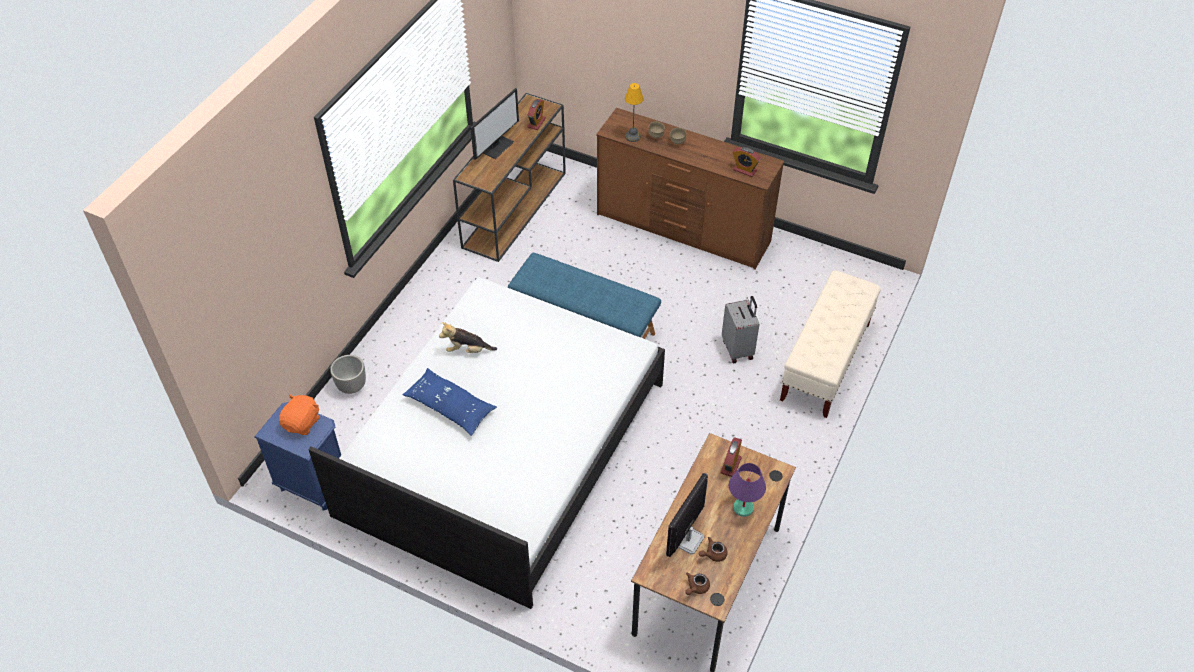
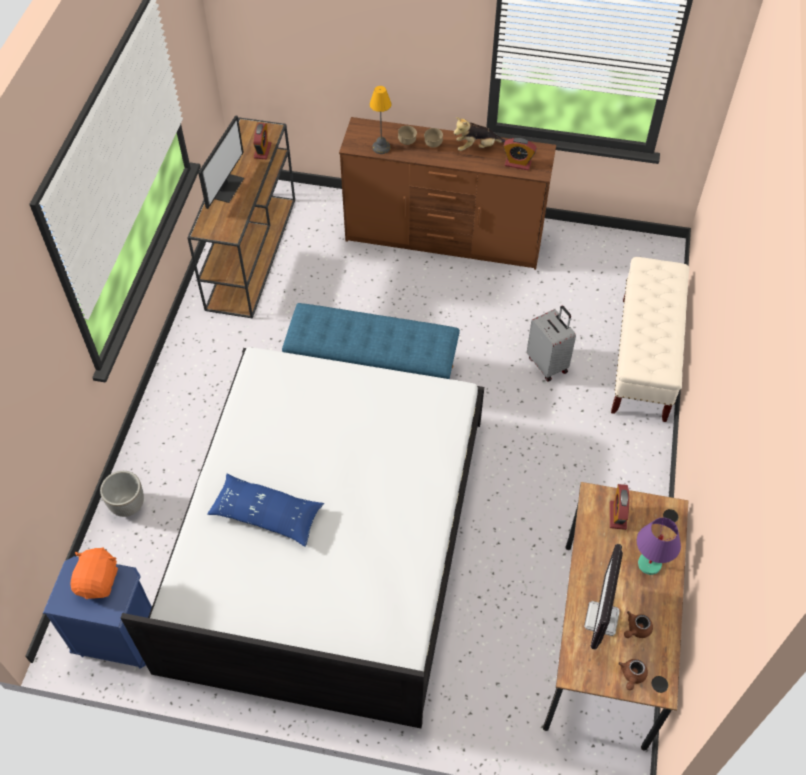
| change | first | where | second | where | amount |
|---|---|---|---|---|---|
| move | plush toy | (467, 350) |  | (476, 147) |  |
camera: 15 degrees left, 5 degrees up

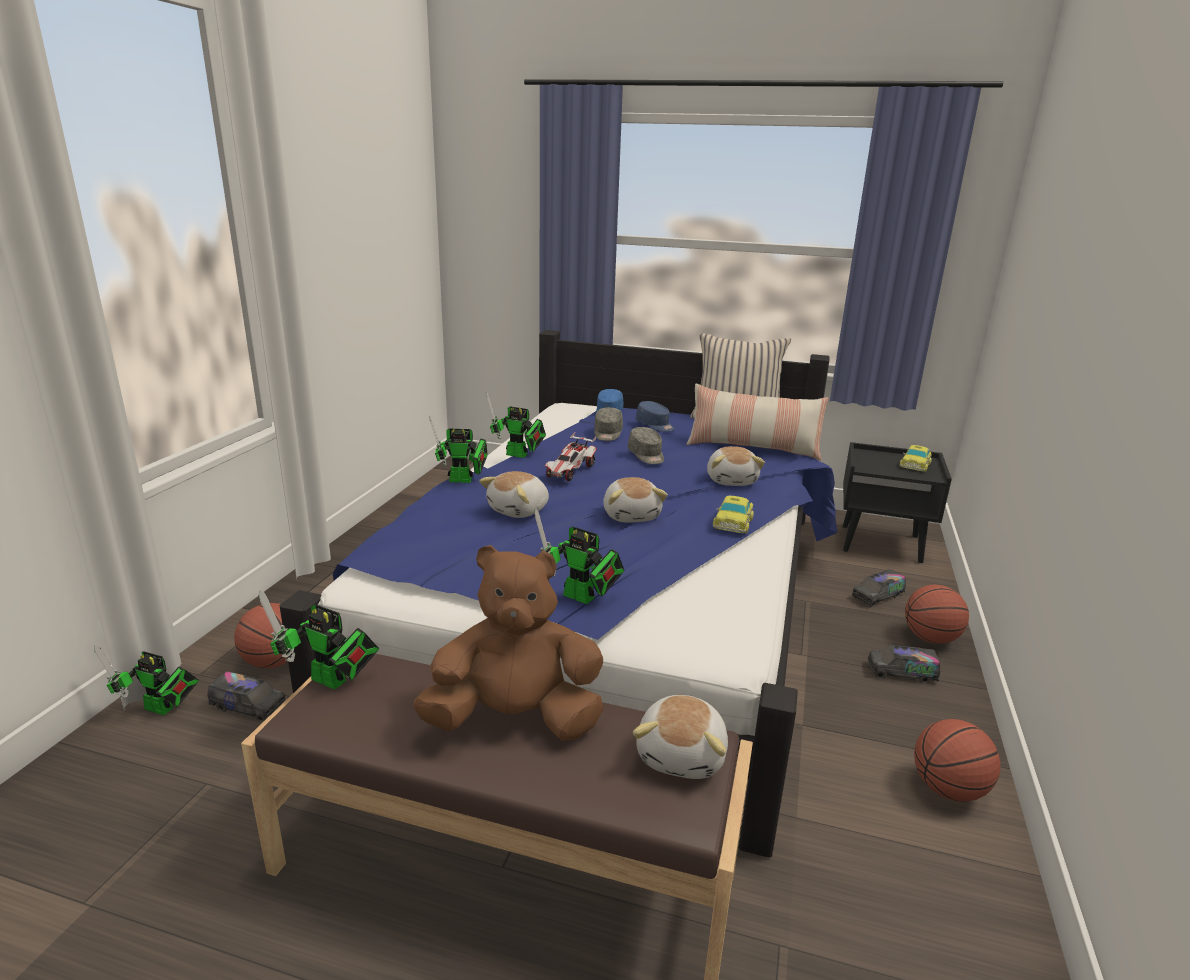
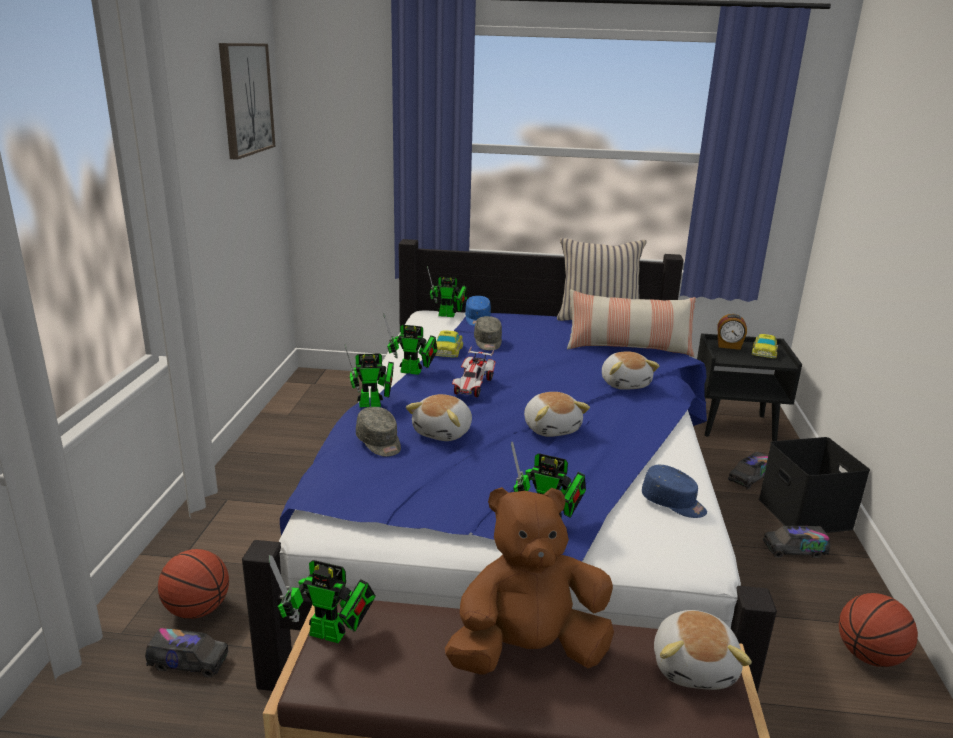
| change | first | where | second | where | amount |
|---|---|---|---|---|---|
| move | toy robot | (162, 709) |  | (449, 315) |  |
| move | cap (gray) | (646, 455) |  | (379, 443) |  |
| move | cap (blue-coloured) | (655, 425) |  | (673, 503) |  |
| move | miniature car | (733, 522) |  | (448, 350) |  |
| replace | basketball ball | (930, 638) | storage box (black) | (807, 514) |  |
| insert |  |  | wall art | (245, 99) |  |
| insert |  |  | alarm clock | (729, 346) |  |
camera: 10 degrees left, 0 degrees up

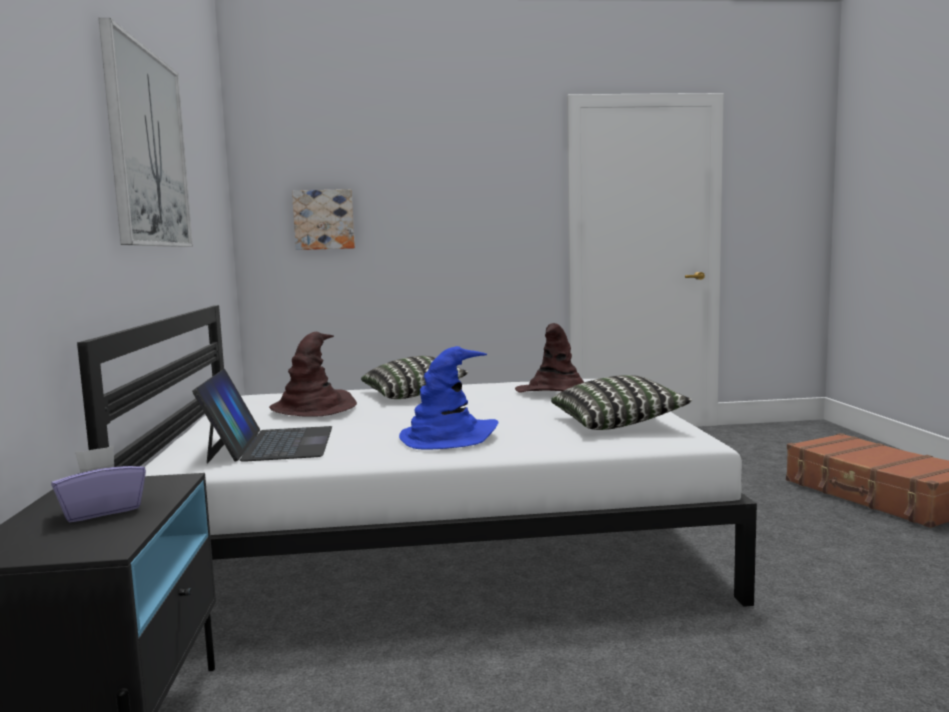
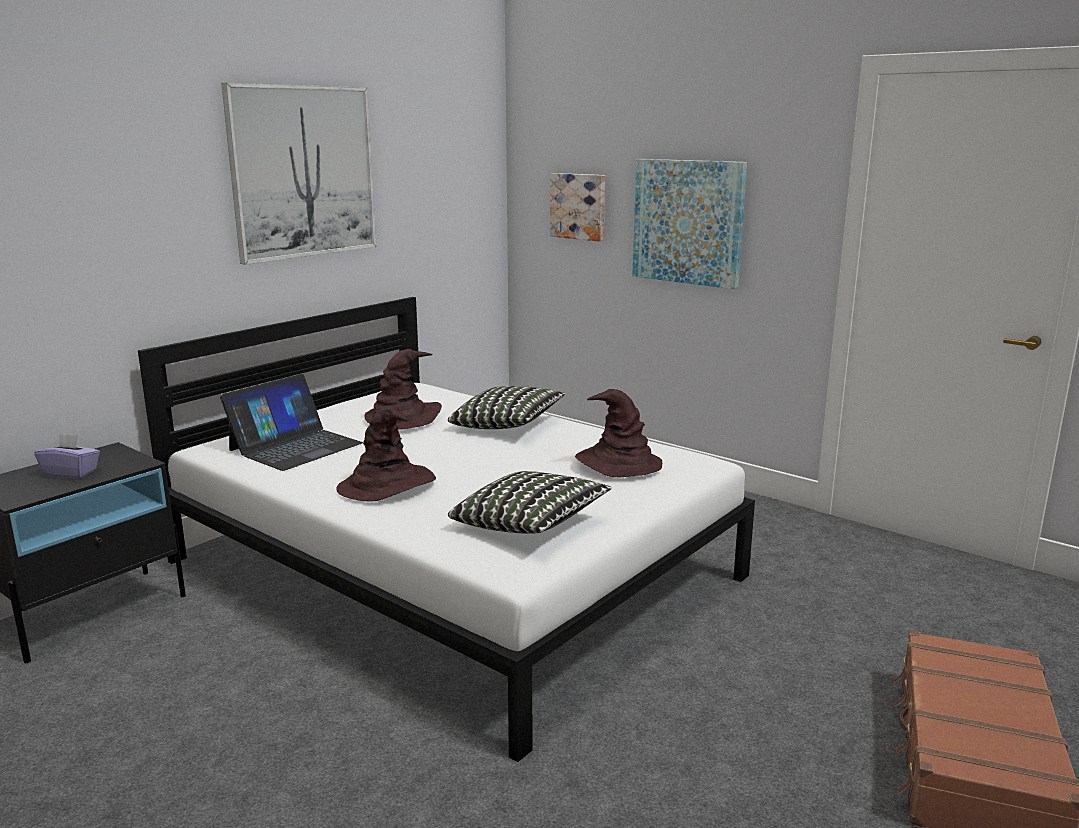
| change | first | where | second | where | amount |
|---|---|---|---|---|---|
| recolor | hat (blue-coloured) | (448, 437) | hat (brown) | (387, 485) |  |
| insert |  |  | wall art | (688, 222) |  |
camera: 45 degrees right, 10 degrees up

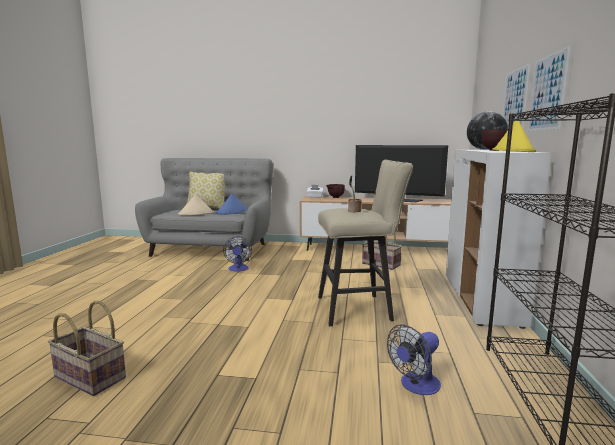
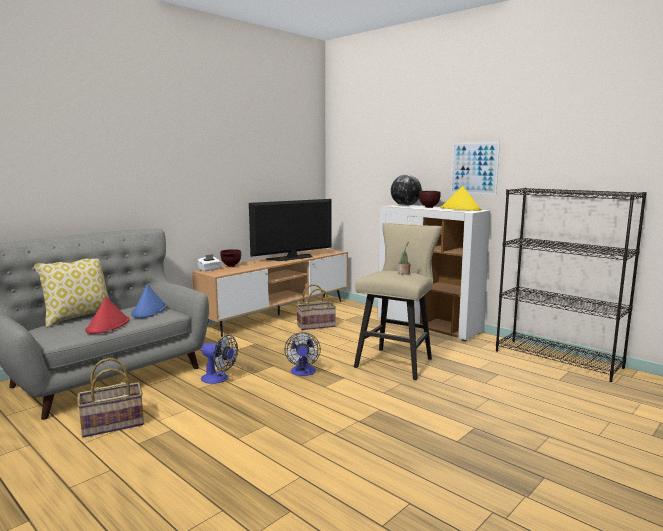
| change | first | where | second | where | amount |
|---|---|---|---|---|---|
| move | basket | (88, 377) |  | (112, 425) |  |
| recolor | hat (sand-coloured) | (196, 214) | hat (red) | (108, 326) |  |
| move | electric fan | (415, 386) |  | (303, 372) |  |
| delete | wall art | (514, 100) |  |  |  |
camera: 55 degrees left, 0 degrees up

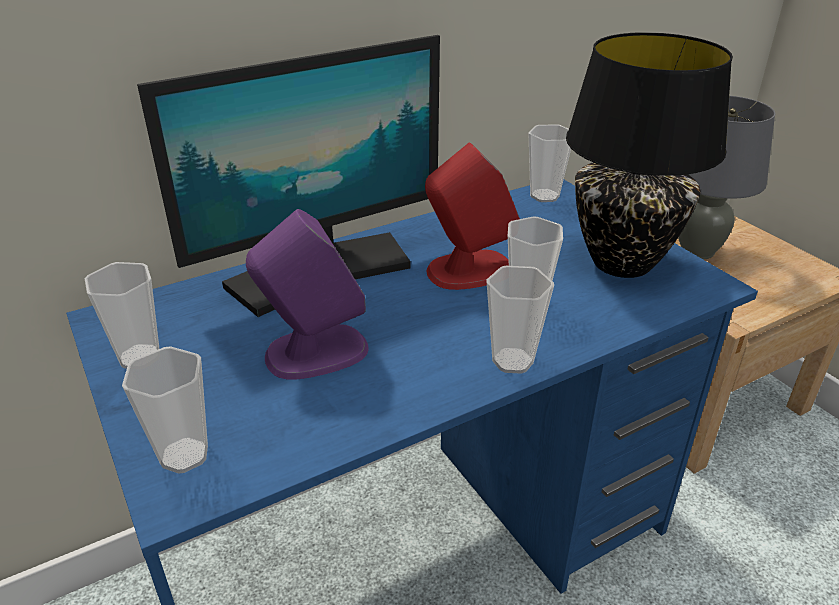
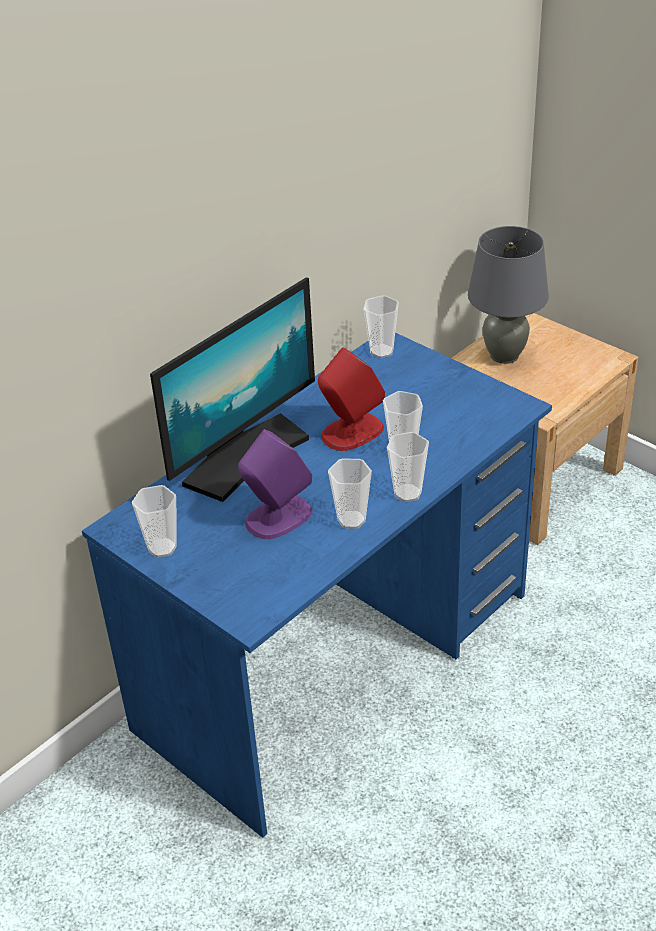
| change | first | where | second | where | amount |
|---|---|---|---|---|---|
| move | cup | (184, 455) |  | (351, 520) |  |
| delete | table lamp (black) | (621, 262) |  |  |  |
camera: 15 degrees left, 5 degrees up

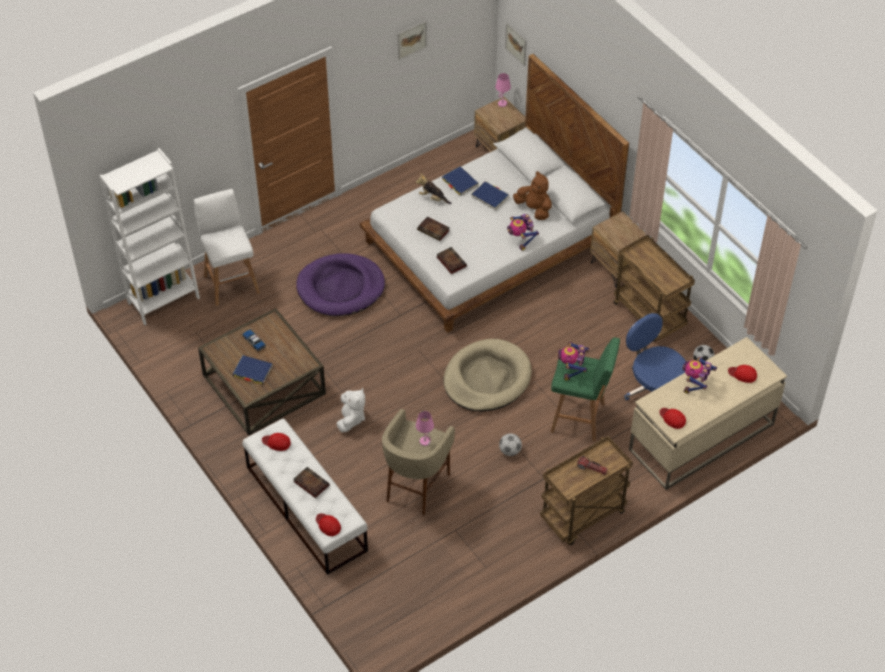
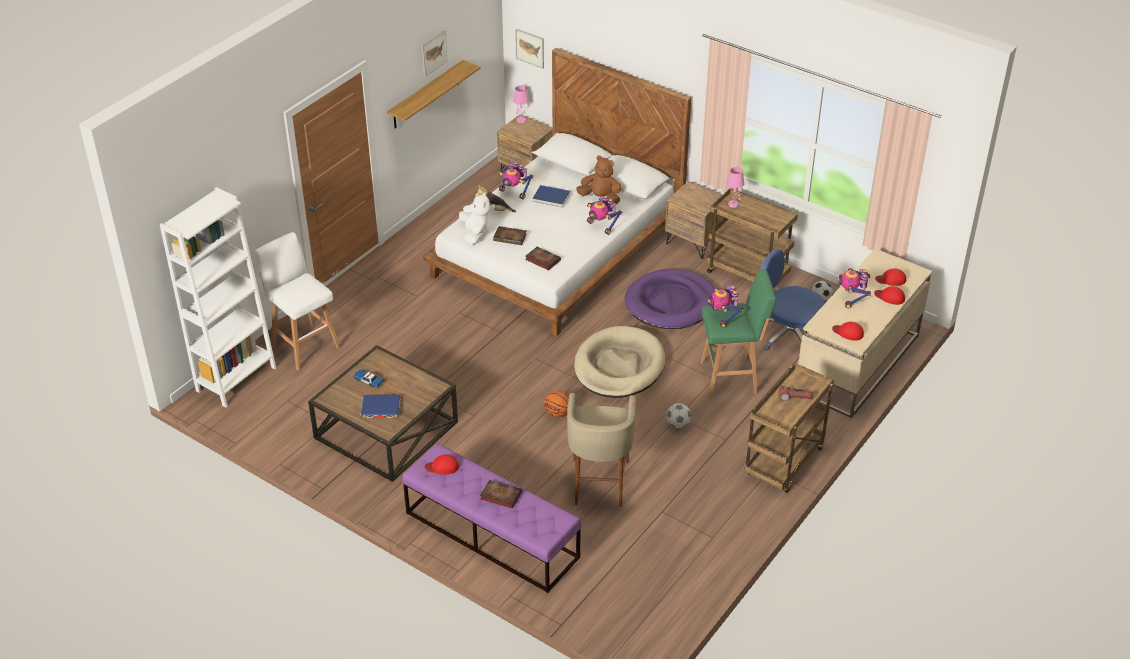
| change | first | where | second | where | amount |
|---|---|---|---|---|---|
| recolor | bench (white-coloured) | (306, 508) | bench (purple) | (491, 535) |  |
| move | dog cushion (purple) | (341, 288) |  | (671, 303) |  |
| move | cap (red) | (328, 525) |  | (890, 297) |  |
| move | plush toy (white-coloured) | (351, 418) |  | (475, 233) |  |
| move | table lamp (pinkish) | (425, 441) |  | (733, 204) |  |
| replace | volume (blue-coloured) | (460, 182) | toy robot | (514, 192) |  |
| insert |  |  | wall shelf | (426, 95) |  |
| insert |  |  | basketball ball | (557, 413) |  |
camera: 20 degrees left, 10 degrees down

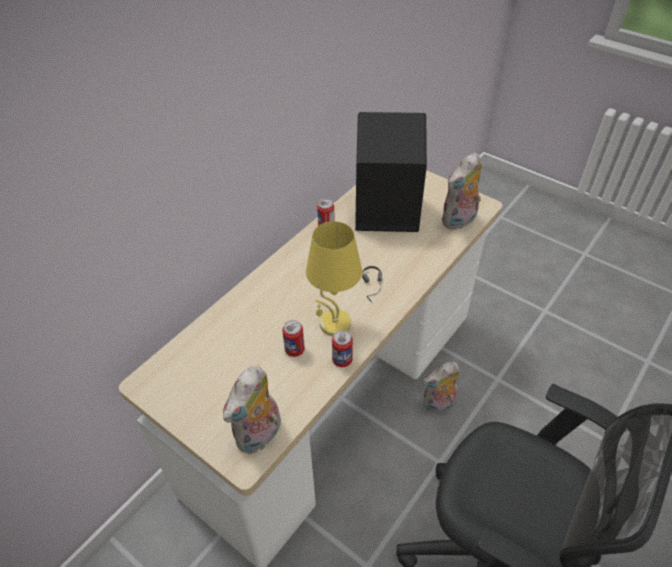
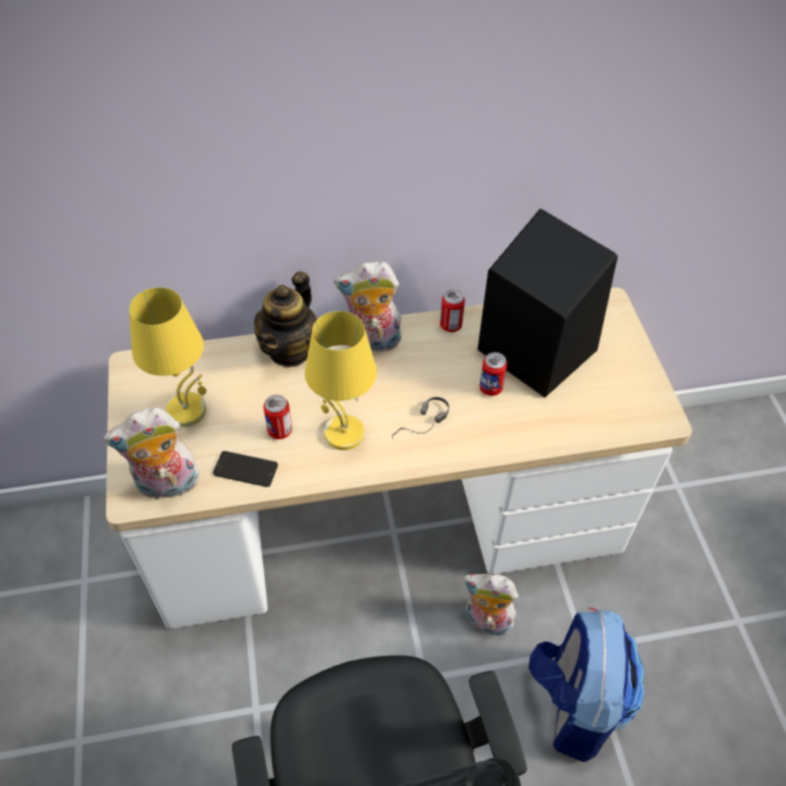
| change | first | where | second | where | amount |
|---|---|---|---|---|---|
| move | can | (342, 360) |  | (490, 388) |  |
| move | plush toy | (459, 221) |  | (371, 342) |  |
| insert |  |  | table lamp (yellow-coloured) | (187, 410) |  |
| insert |  |  | phone | (245, 469) |  |
| insert |  |  | tea pot | (290, 349) |  |
| insert |  |  | rucksack | (573, 703) |  |
camera: 40 degrees right, 5 degrees up

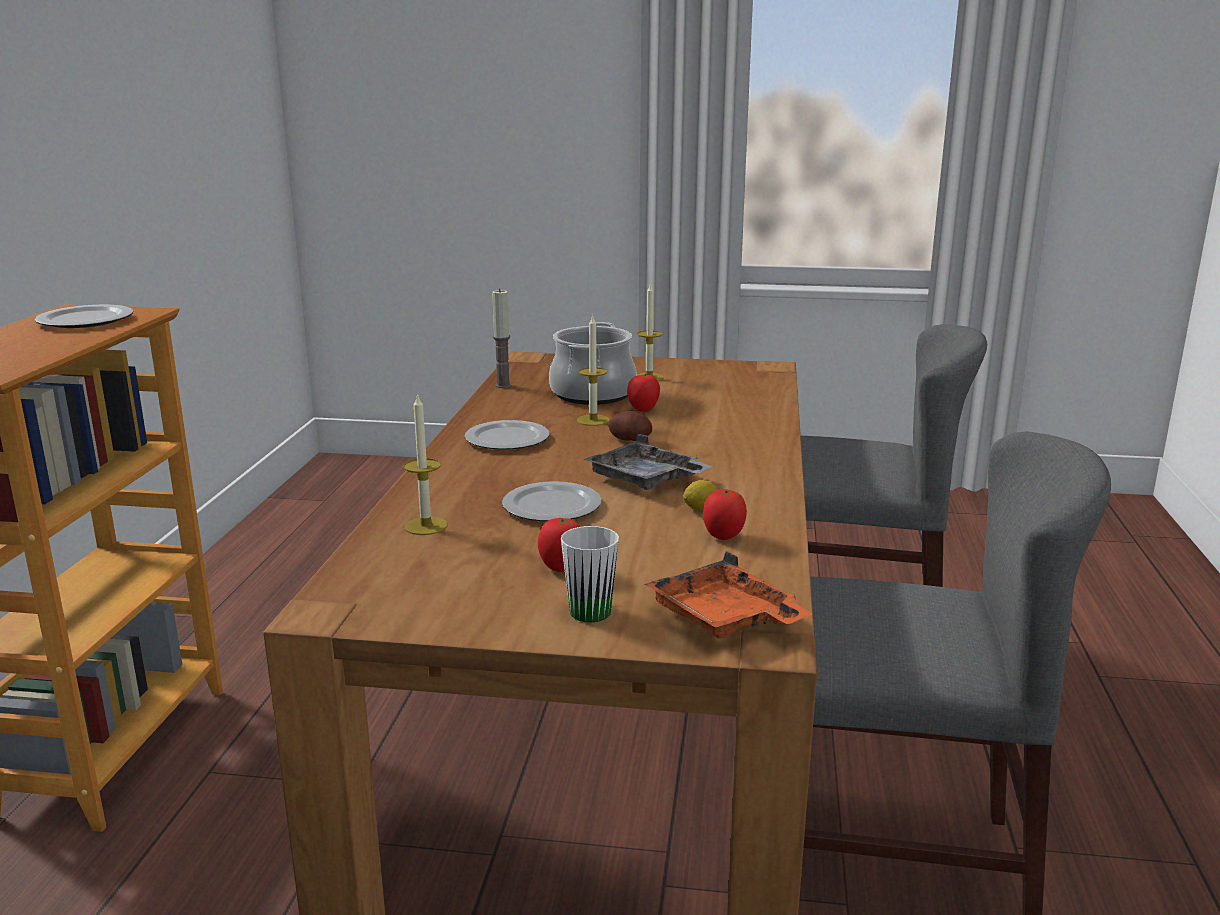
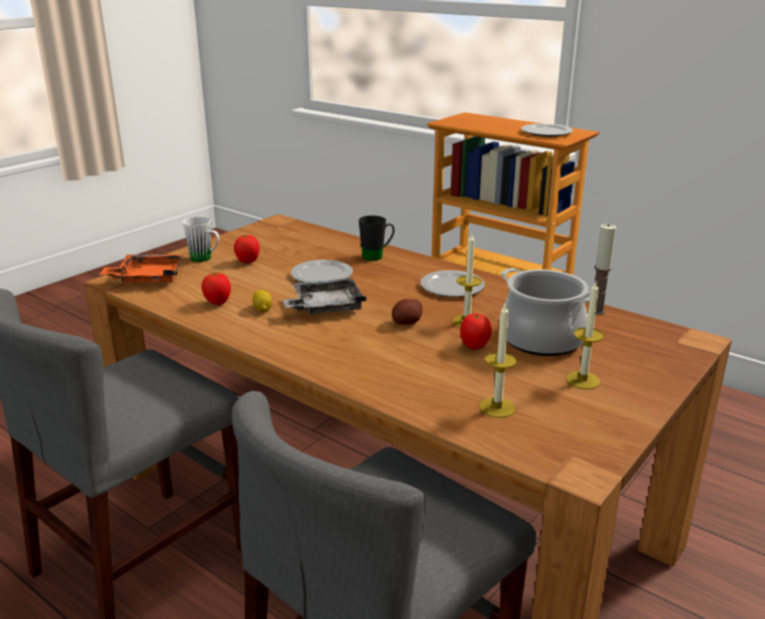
| change | first | where | second | where | amount |
|---|---|---|---|---|---|
| move | candle | (426, 526) |  | (497, 407) |  |
| insert |  |  | coffee mug (black) | (377, 256) |  |
camera: 120 degrees right, 5 degrees up

